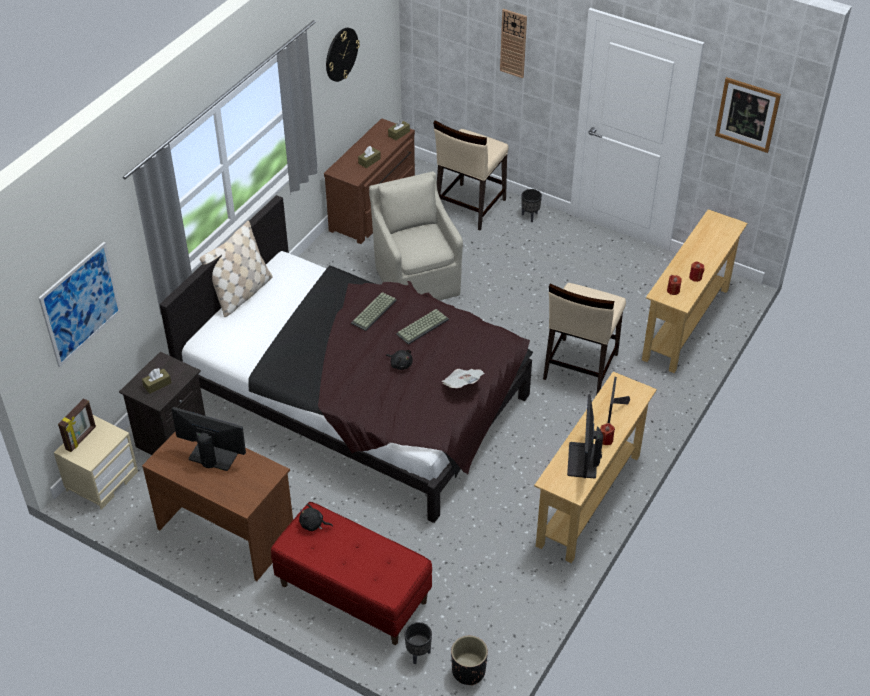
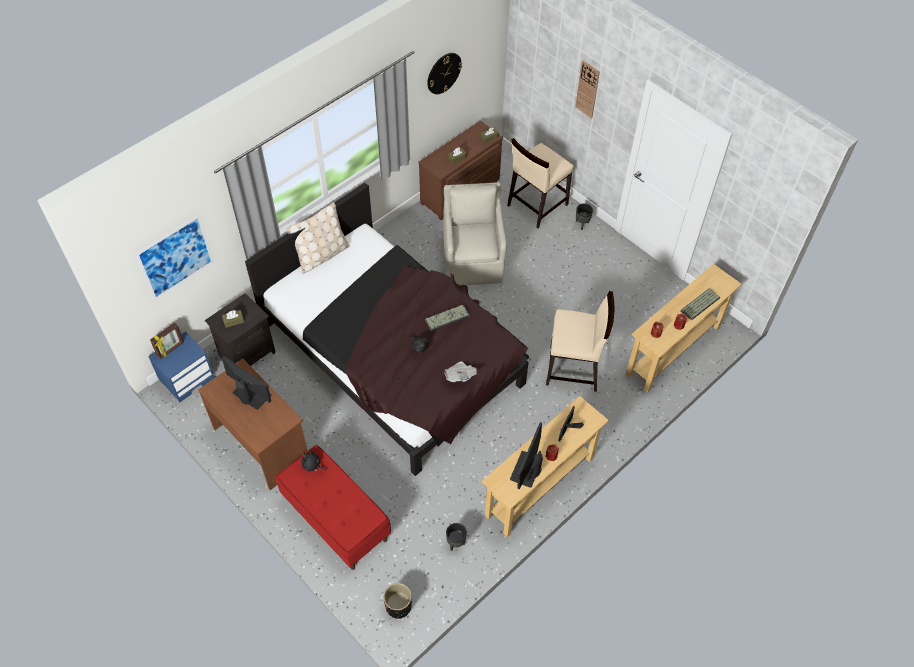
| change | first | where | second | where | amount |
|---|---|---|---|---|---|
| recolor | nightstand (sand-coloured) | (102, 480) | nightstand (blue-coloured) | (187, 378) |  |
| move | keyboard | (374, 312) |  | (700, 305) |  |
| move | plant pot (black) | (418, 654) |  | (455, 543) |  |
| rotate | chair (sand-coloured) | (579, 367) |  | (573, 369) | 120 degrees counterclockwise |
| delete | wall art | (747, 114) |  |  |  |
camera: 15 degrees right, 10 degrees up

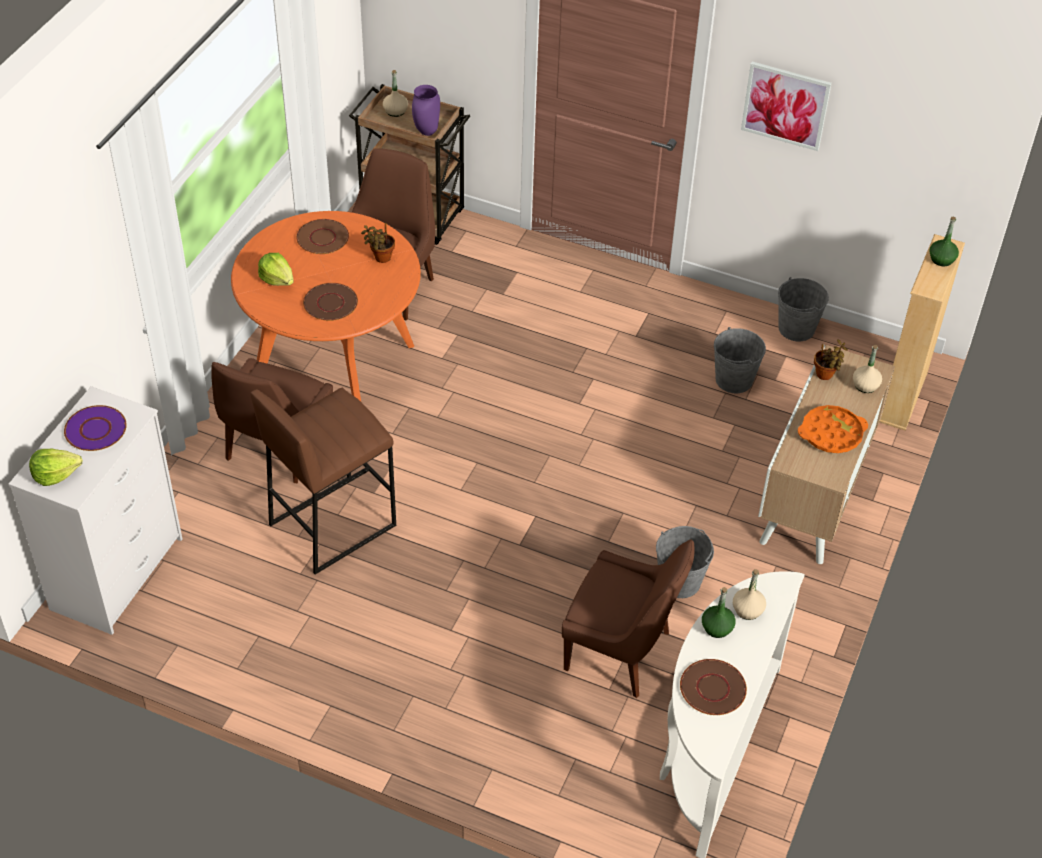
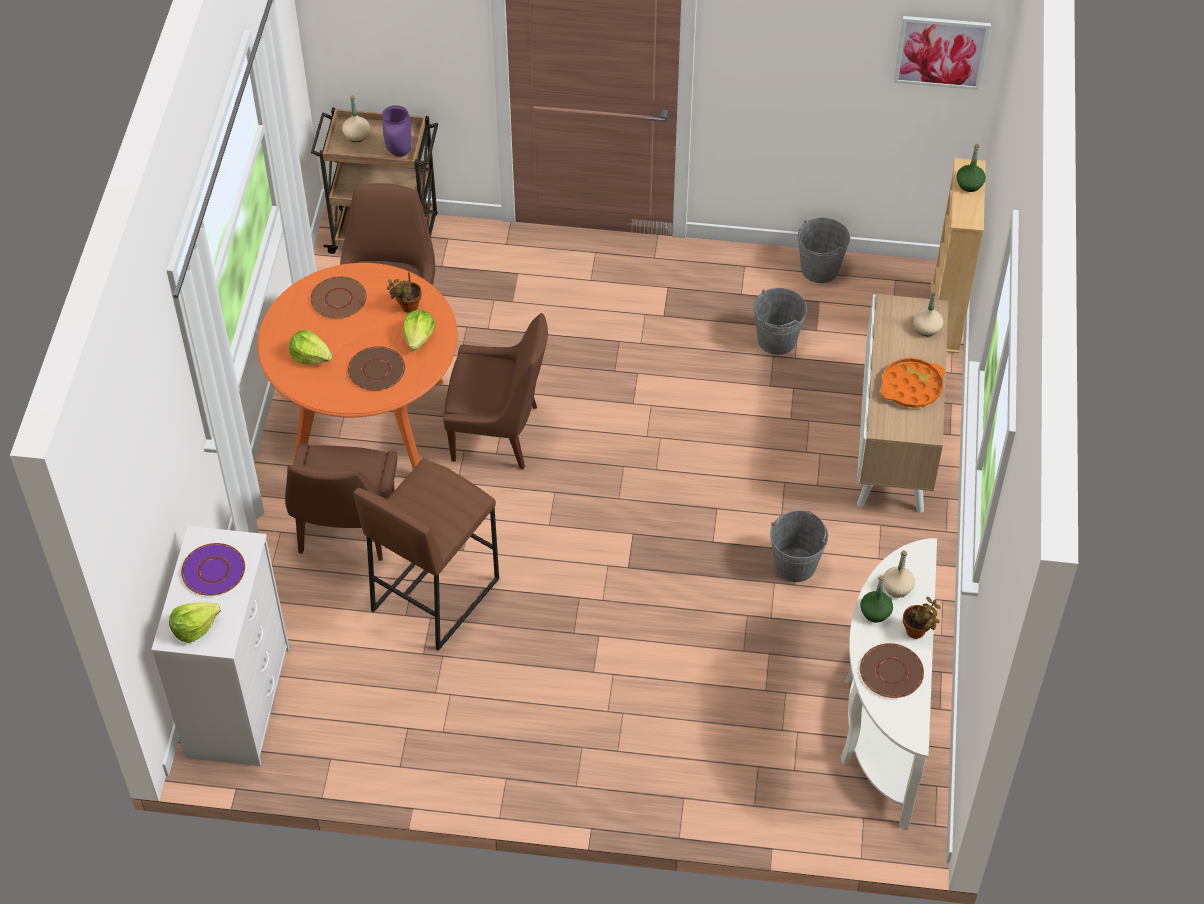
| change | first | where | second | where | amount |
|---|---|---|---|---|---|
| move | chair (brown) | (621, 652) |  | (499, 433) |  |
| move | wall art | (785, 105) |  | (941, 51) |  |
| move | houseplant | (826, 375) |  | (917, 632) |  |
| insert |  |  | lettuce | (419, 338) |  |
camera: 15 degrees left, 5 degrees up

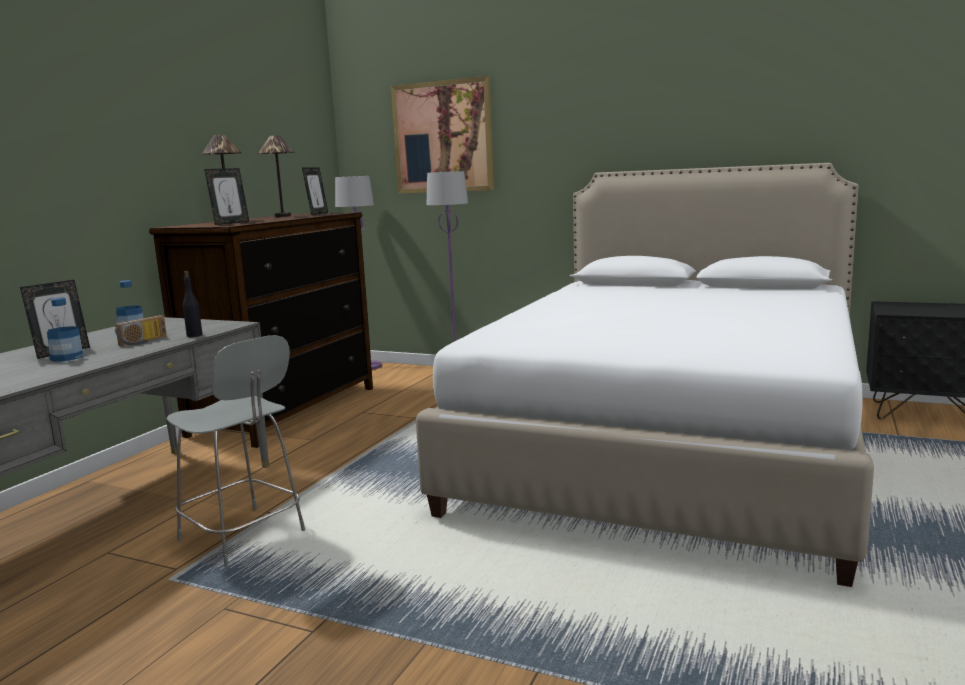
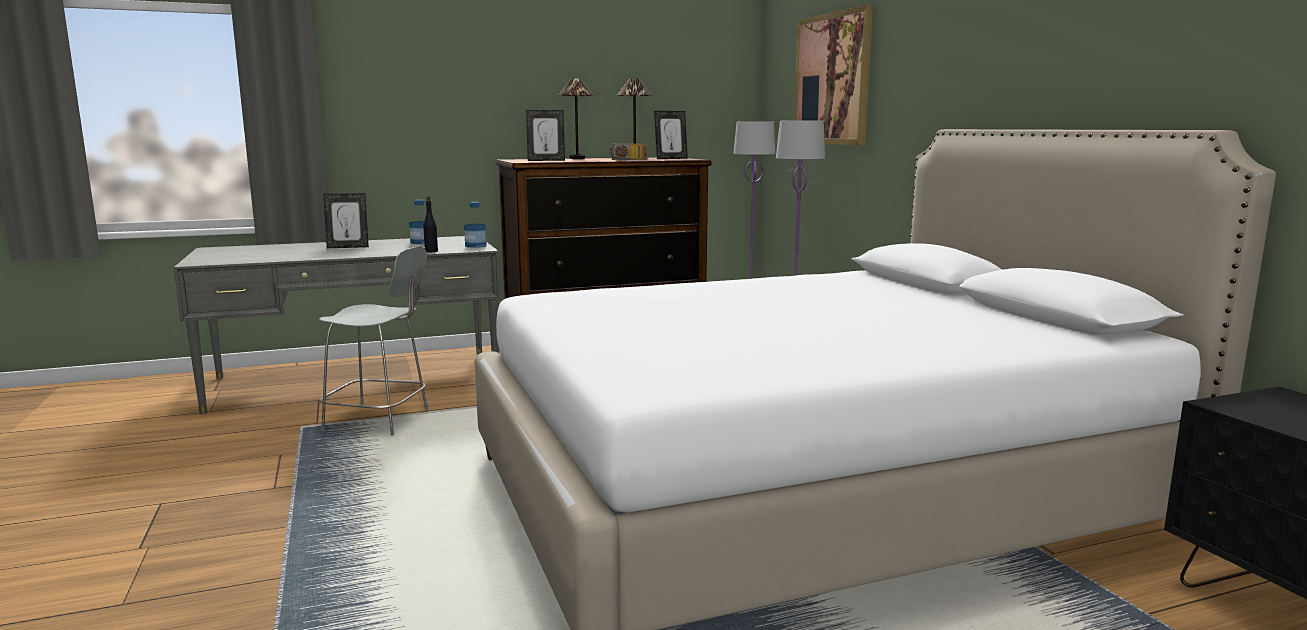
| change | first | where | second | where | amount |
|---|---|---|---|---|---|
| move | drink bottle | (66, 358) |  | (475, 246) |  |
| move | radio | (144, 342) |  | (628, 159) |  |
| rotate | chair (gray) | (244, 537) |  | (380, 420) | 75 degrees counterclockwise |
camera: 45 degrees right, 0 degrees up

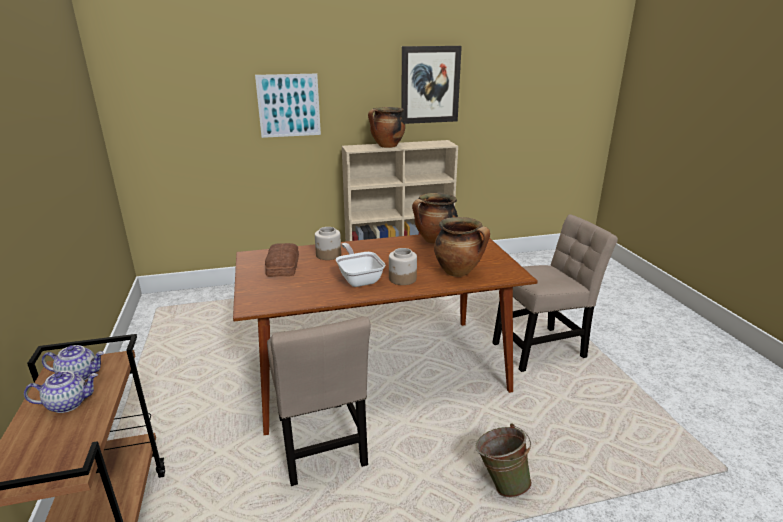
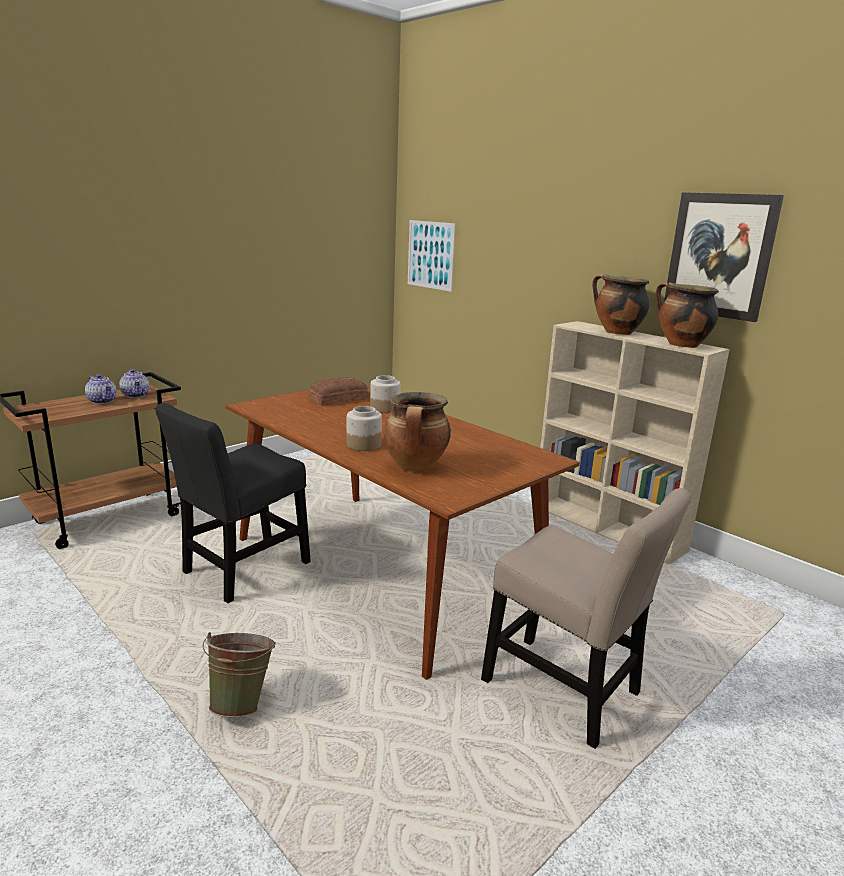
| change | first | where | second | where | amount |
|---|---|---|---|---|---|
| move | wall art | (289, 105) |  | (430, 255) |  |
| recolor | chair (sand-coloured) | (321, 445) | chair (black) | (242, 571) |  |
| delete | frying pan | (359, 279) |  |  |  |
| move | saucepot | (434, 240) |  | (680, 345) |  |
camera: 60 degrees right, 5 degrees down

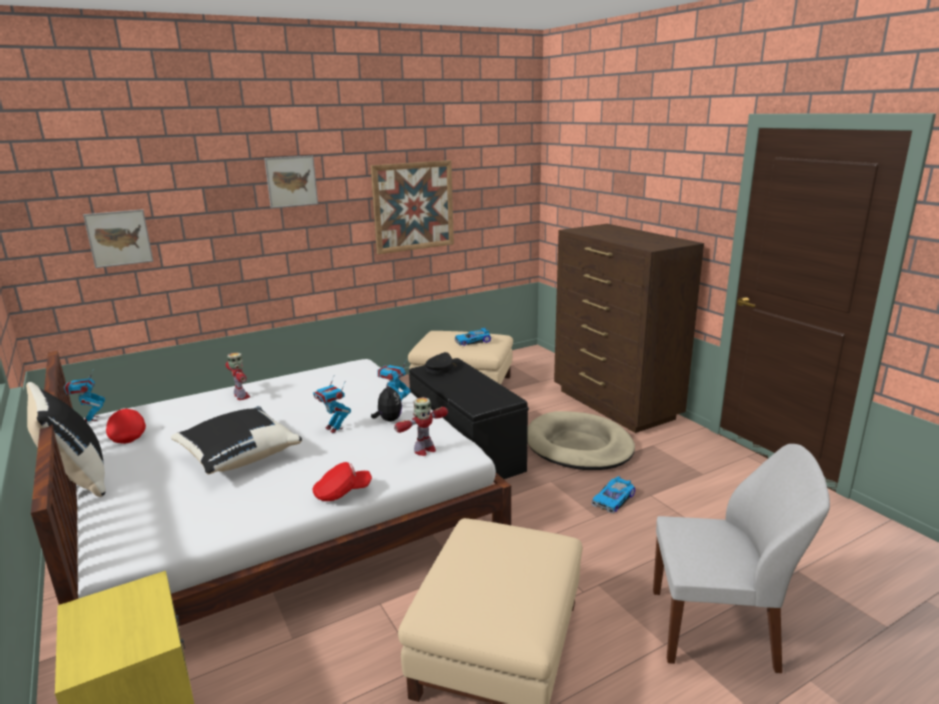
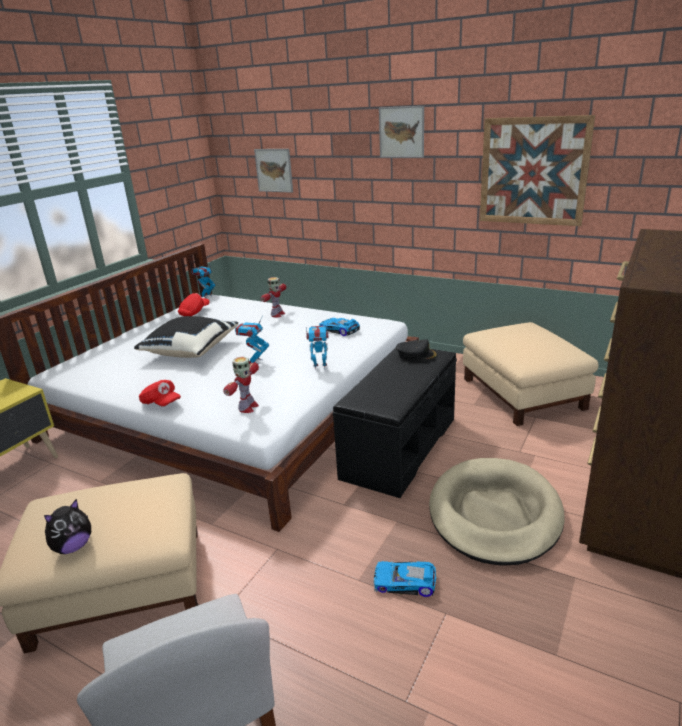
| change | first | where | second | where | amount |
|---|---|---|---|---|---|
| delete | pillow (black) | (76, 479) |  |  |  |
| move | plush toy | (388, 420) |  | (73, 547) |  |
| rotate | toy robot | (424, 450) |  | (247, 408) | 90 degrees counterclockwise |
| move | miniature car | (473, 341) |  | (339, 330) |  |
camera: 60 degrees right, 5 degrees up

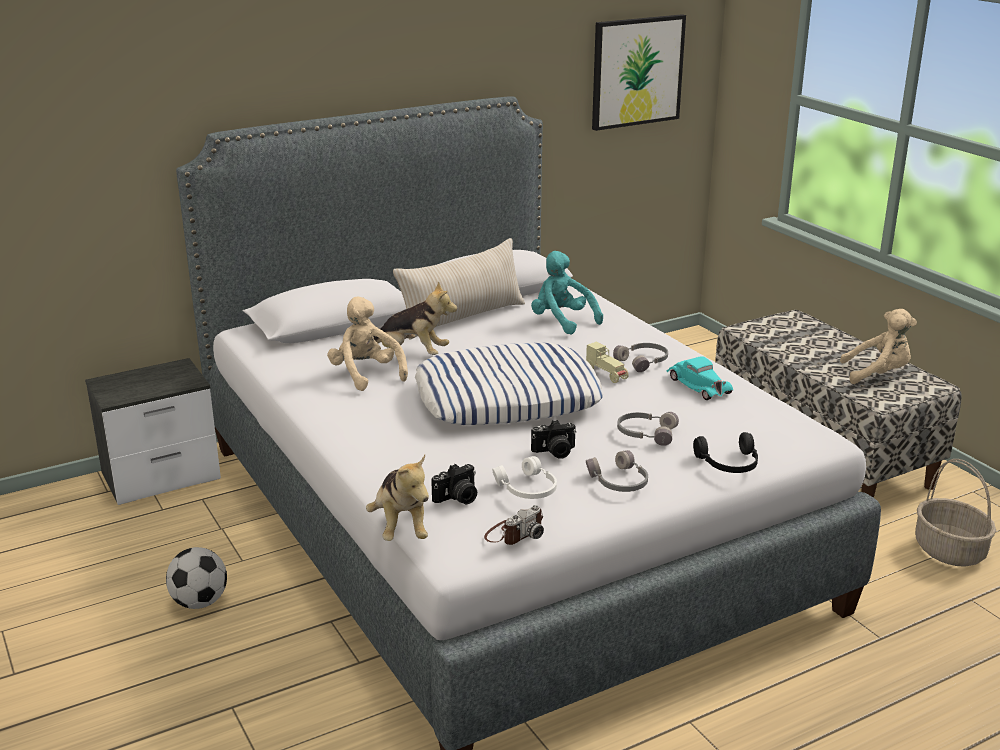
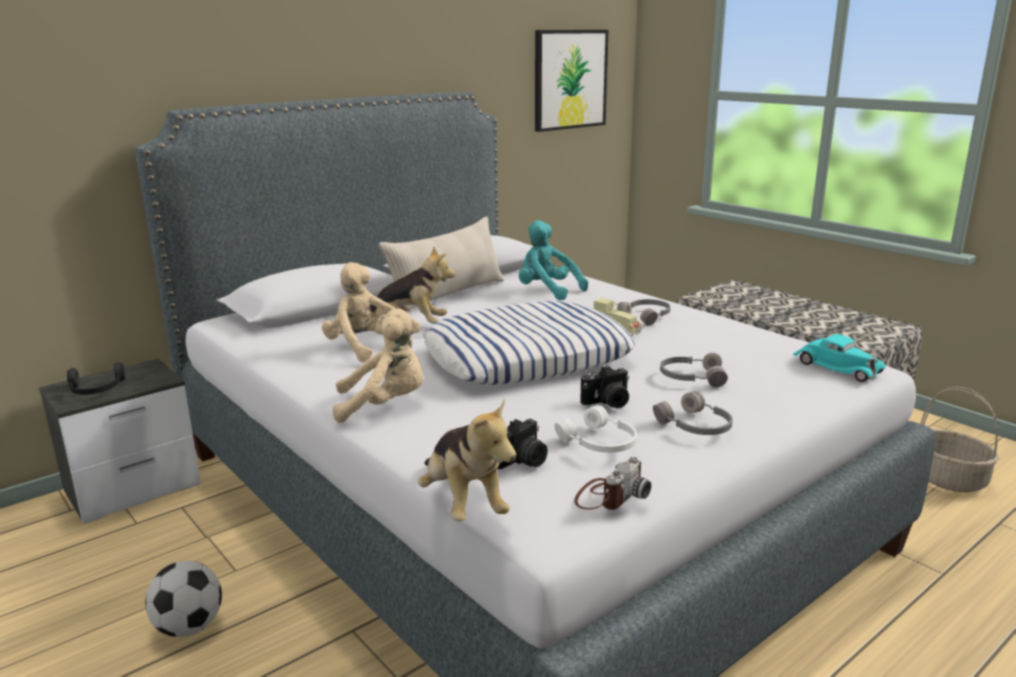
| change | first | where | second | where | amount |
|---|---|---|---|---|---|
| move | miniature car (turquoise-coloured) | (698, 385) |  | (836, 367) |  |
| move | headset (black) | (729, 464) |  | (96, 390) |  |
| move | plush toy (sand-coloured) | (878, 374) |  | (385, 405) |  |
camera: 10 degrees left, 5 degrees down

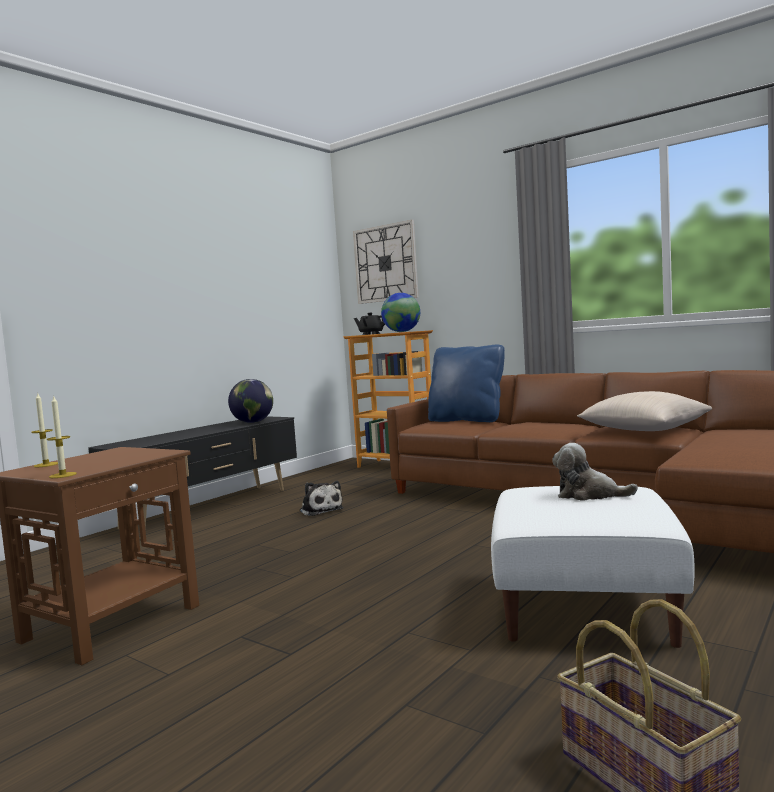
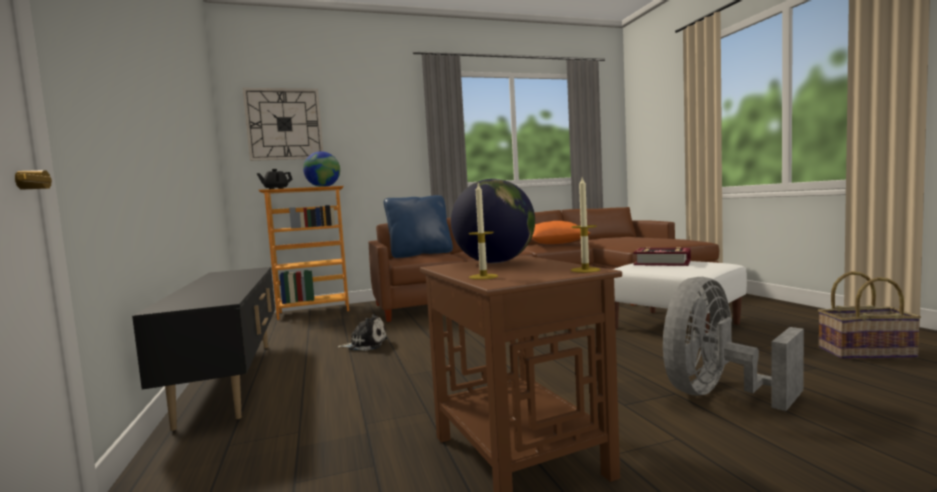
| change | first | where | second | where | amount |
|---|---|---|---|---|---|
| move | globe | (253, 422) |  | (495, 262) |  |
| replace | plush toy | (588, 495) | volume | (662, 263) |  |
| recolor | pillow (sand-coloured) | (644, 429) | pillow (orange-coloured) | (554, 243) |  |
| insert |  |  | electric fan (gray) | (717, 394) |  |
camera: 55 degrees left, 0 degrees up

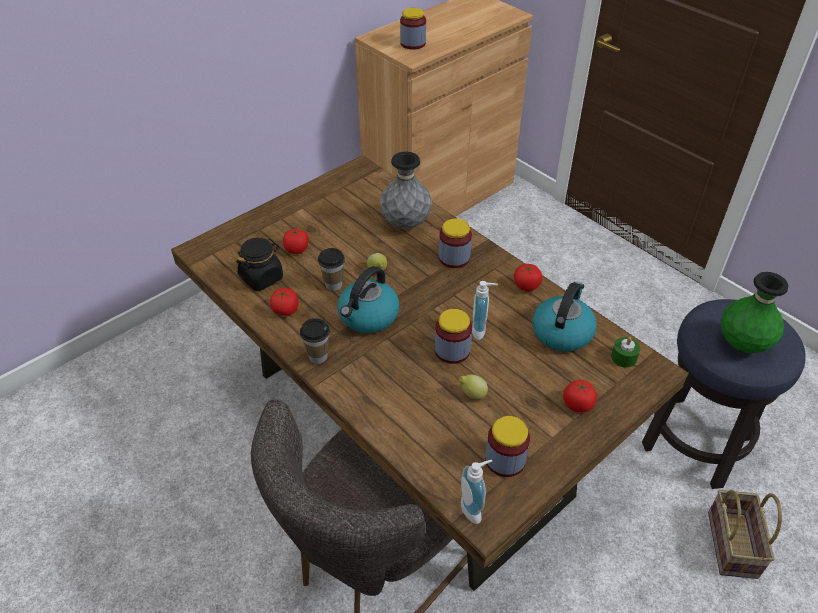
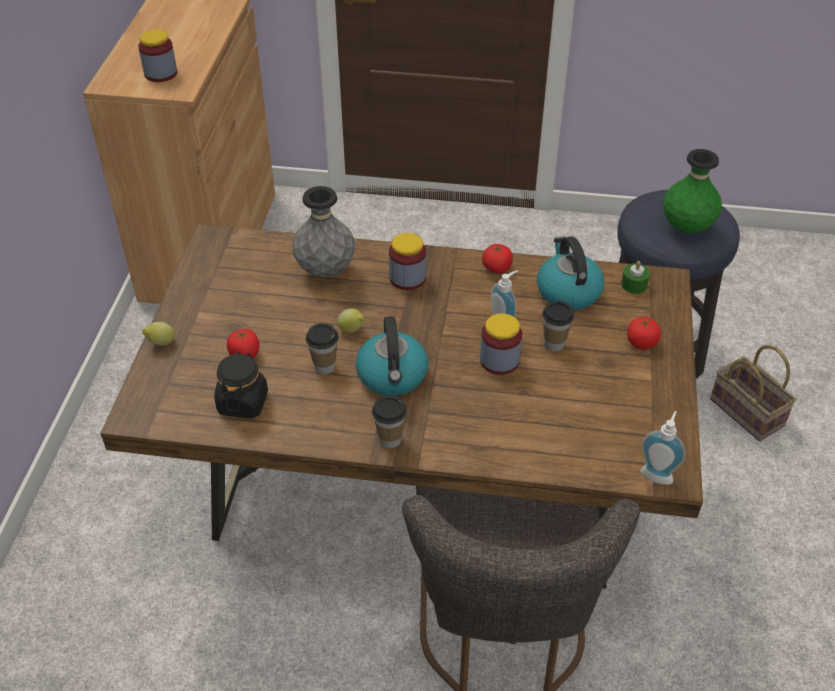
| change | first | where | second | where | amount |
|---|---|---|---|---|---|
| delete | fresh tomato | (285, 310) |  |  |  |
| move | lemon | (472, 394) |  | (161, 343) |  |
| delete | preserve jar | (505, 460) |  |  |  |
| insert |  |  | cup | (554, 344) |  |
camera: 40 degrees left, 0 degrees up

